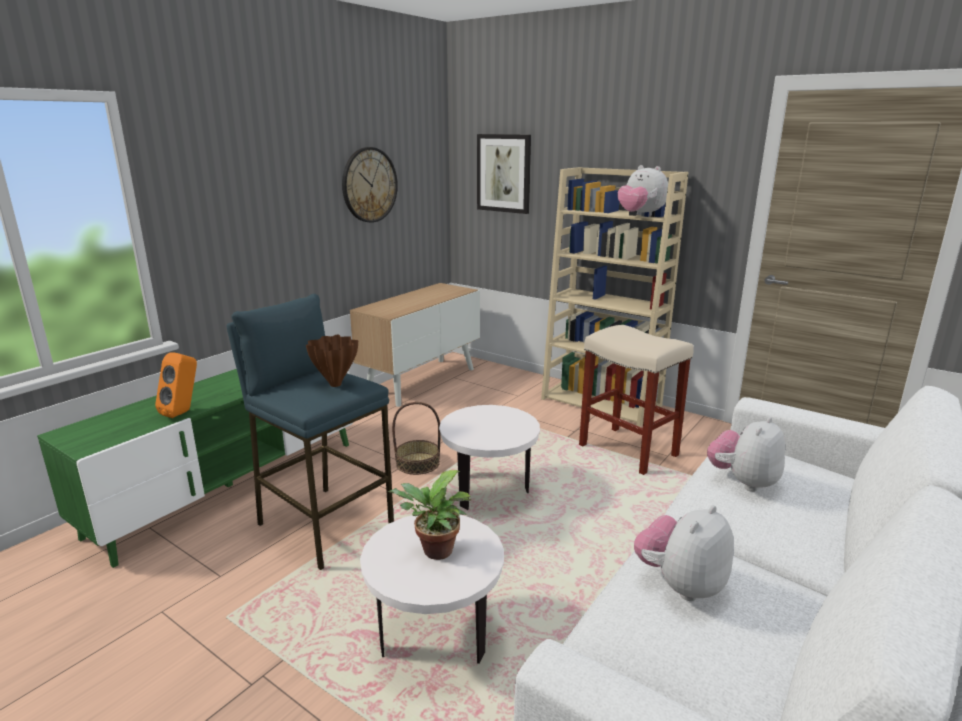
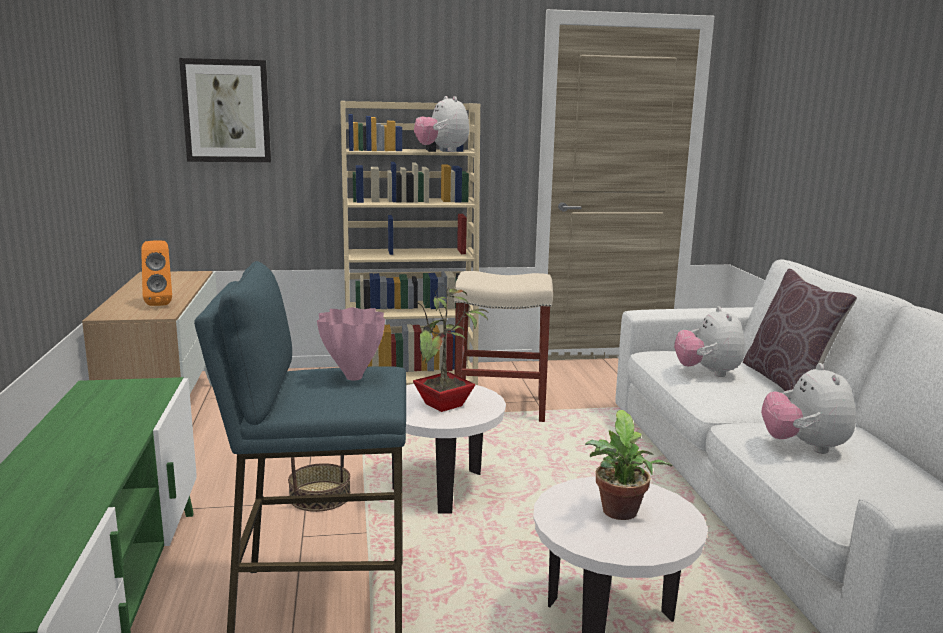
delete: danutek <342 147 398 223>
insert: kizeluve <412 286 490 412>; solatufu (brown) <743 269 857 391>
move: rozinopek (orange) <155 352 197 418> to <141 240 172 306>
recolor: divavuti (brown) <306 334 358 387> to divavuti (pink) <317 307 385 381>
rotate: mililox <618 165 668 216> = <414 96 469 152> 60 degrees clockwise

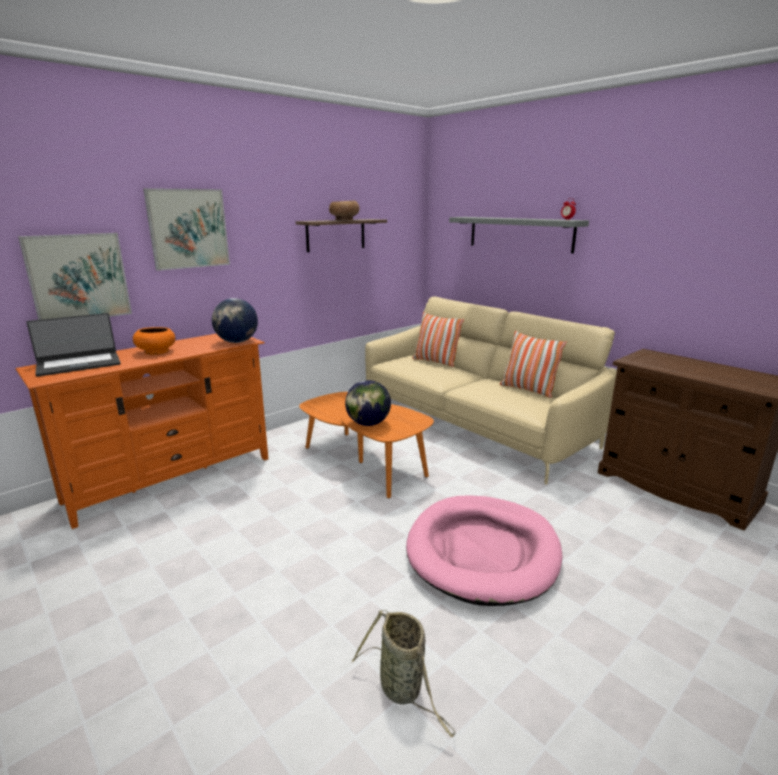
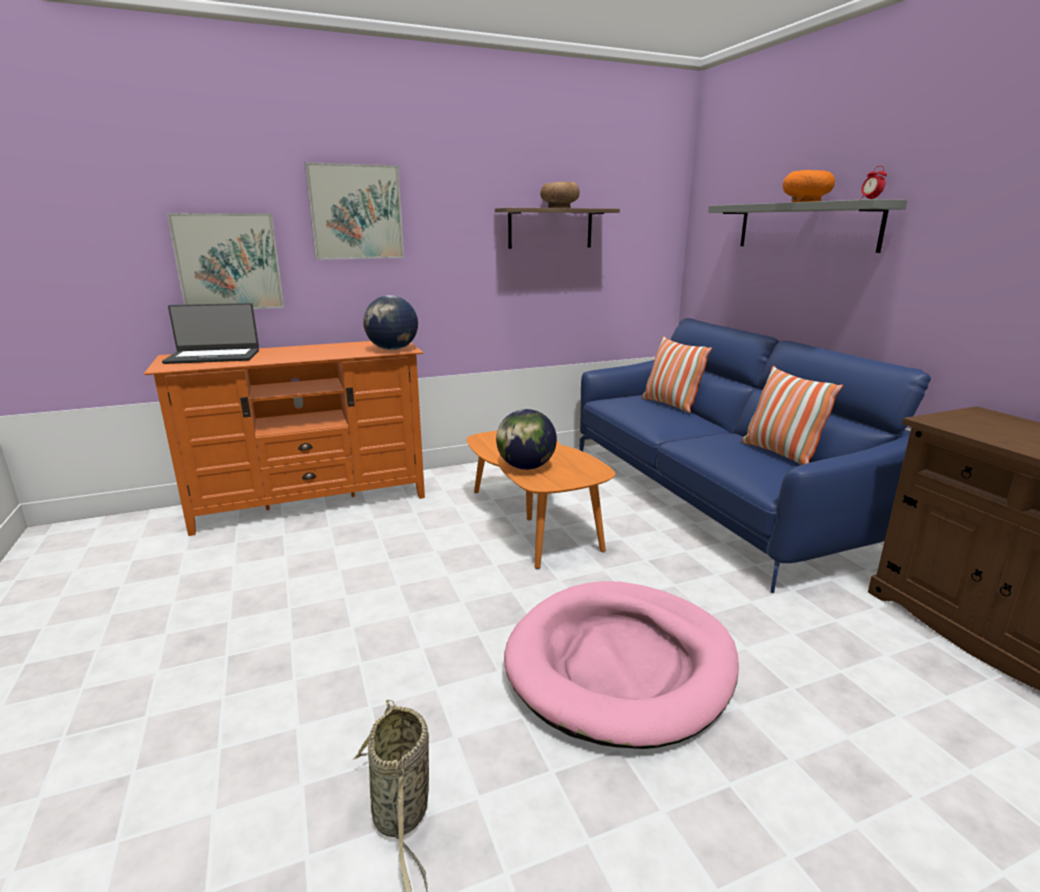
move: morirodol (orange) <133 327 175 355> to <783 170 835 202>
recolor: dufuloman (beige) <365 296 617 484> to dufuloman (blue) <580 318 931 593>

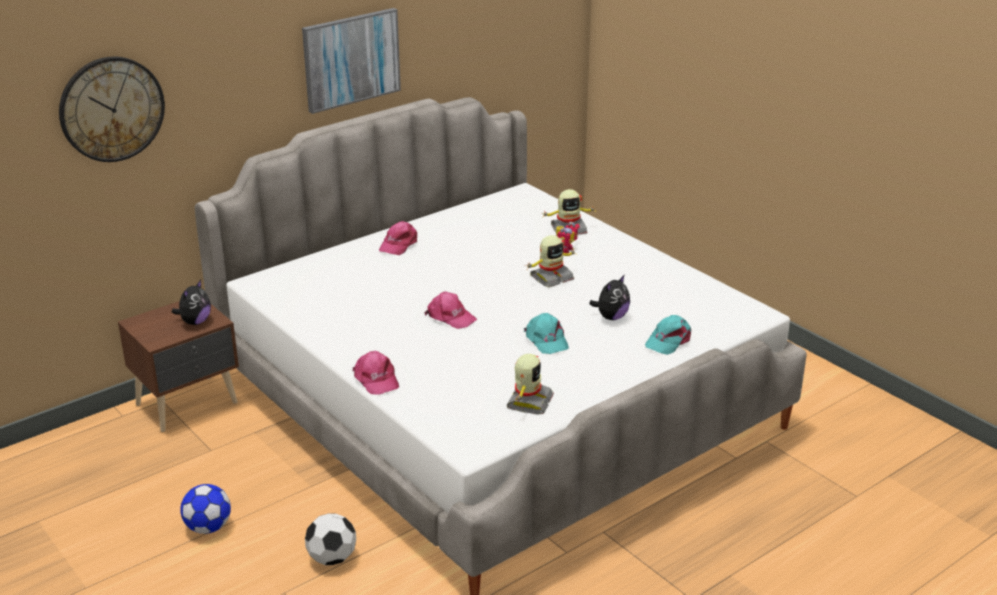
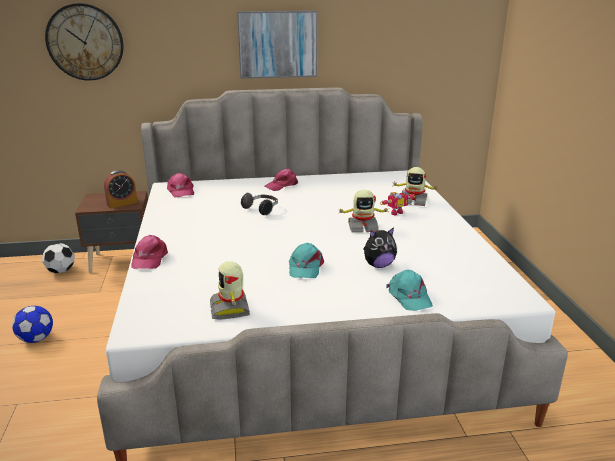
insert: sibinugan <241 193 278 216>
move: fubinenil <305 513 356 565> to <42 243 75 273>; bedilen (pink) <424 292 477 329> to <167 173 194 197>
replace: mililox <172 280 211 325> to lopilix <104 170 138 208>
rotate: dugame <507 354 554 414> = <210 261 250 320> 120 degrees clockwise; bedilen (turquoise) <645 315 691 355> = <386 270 433 311> 90 degrees counterclockwise

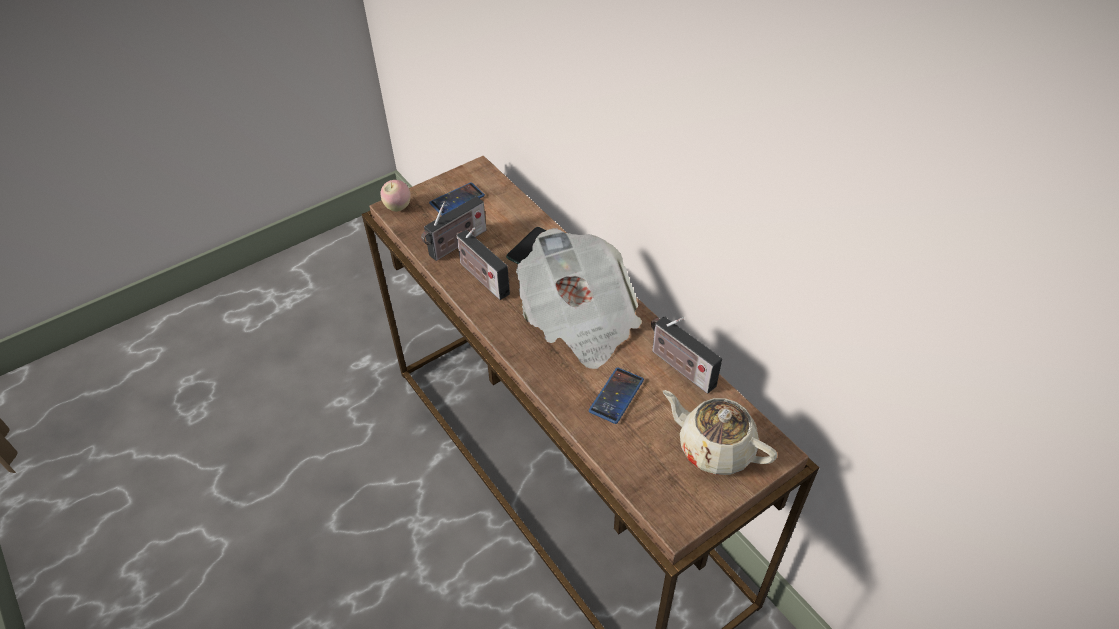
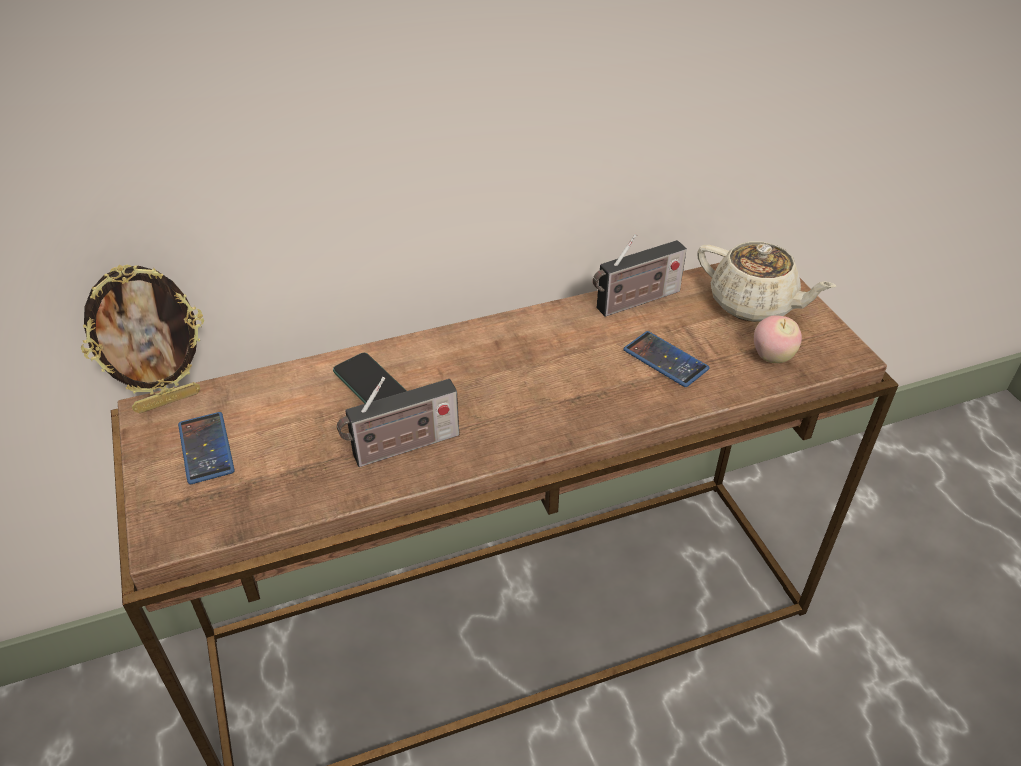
delete: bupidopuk <421 196 487 261>; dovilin <516 228 642 369>
insert: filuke <81 265 204 413>
move: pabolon <380 180 411 212> to <754 316 802 363>
rotate: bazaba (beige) <663 390 777 475> = <697 241 837 322> 105 degrees counterclockwise

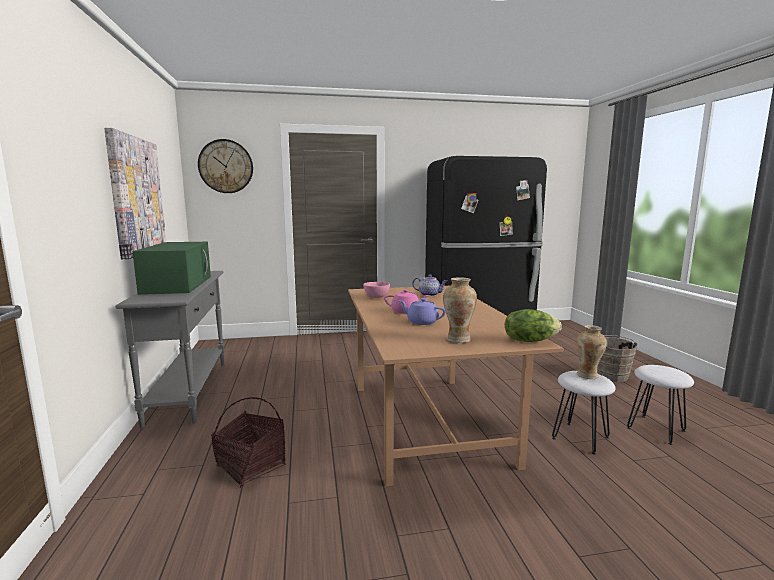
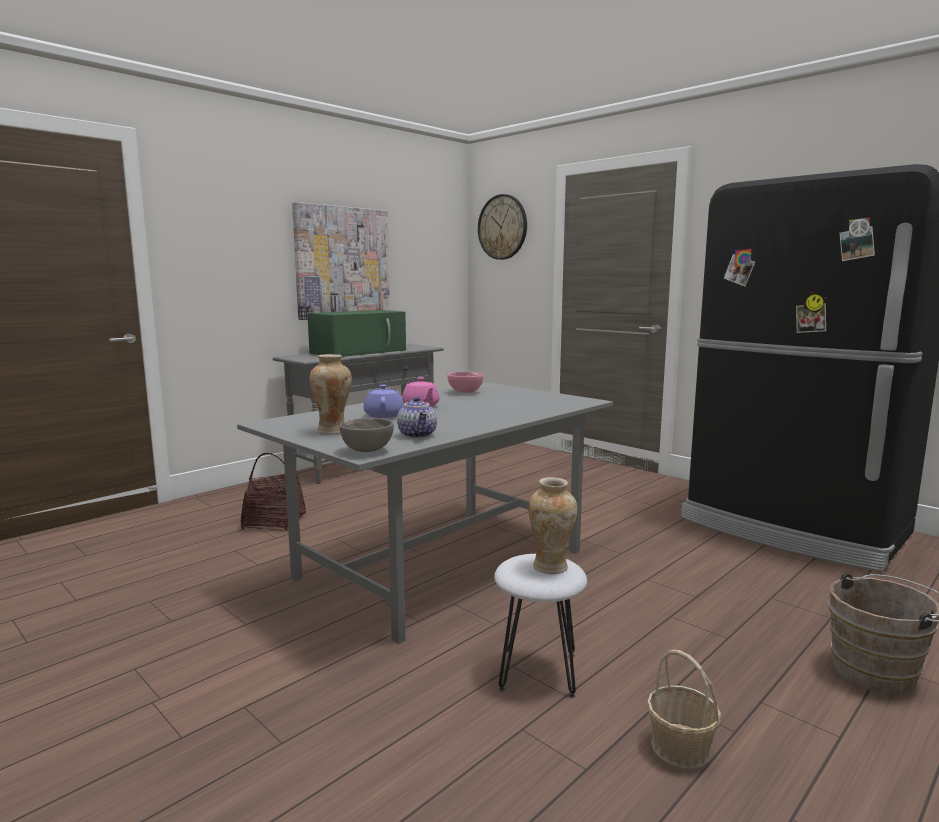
move: bazaba <412 274 447 296> to <397 397 437 438>
replace: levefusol <505 309 562 342> to morirodol (grey) <339 418 394 452>; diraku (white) <627 365 694 445> to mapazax <647 650 721 769>
recolor: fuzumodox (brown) <348 286 564 486> to fuzumodox (grey) <237 382 613 644>

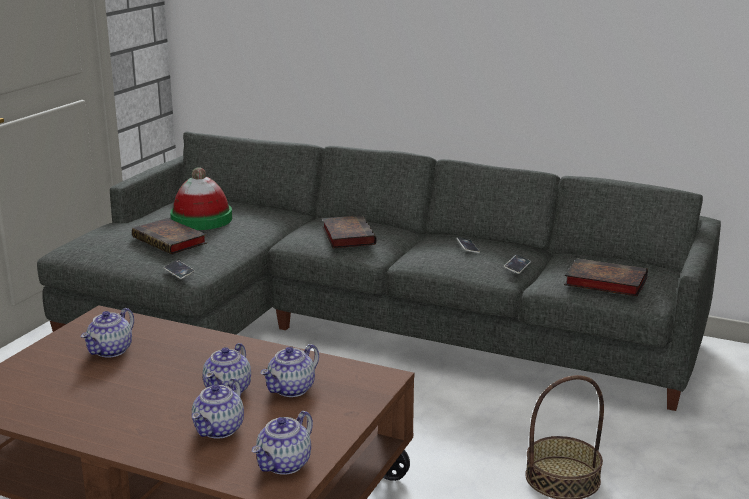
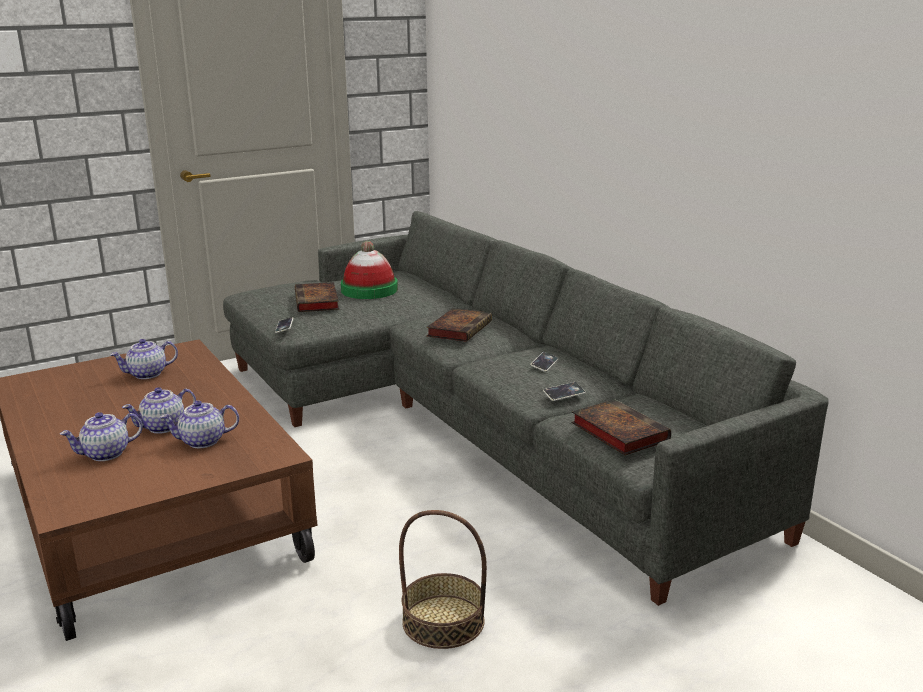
delete: bazaba <252 411 313 475>

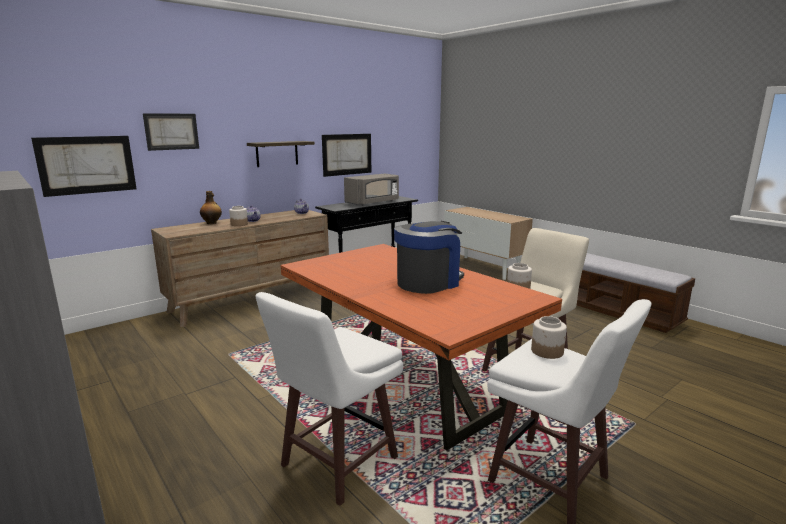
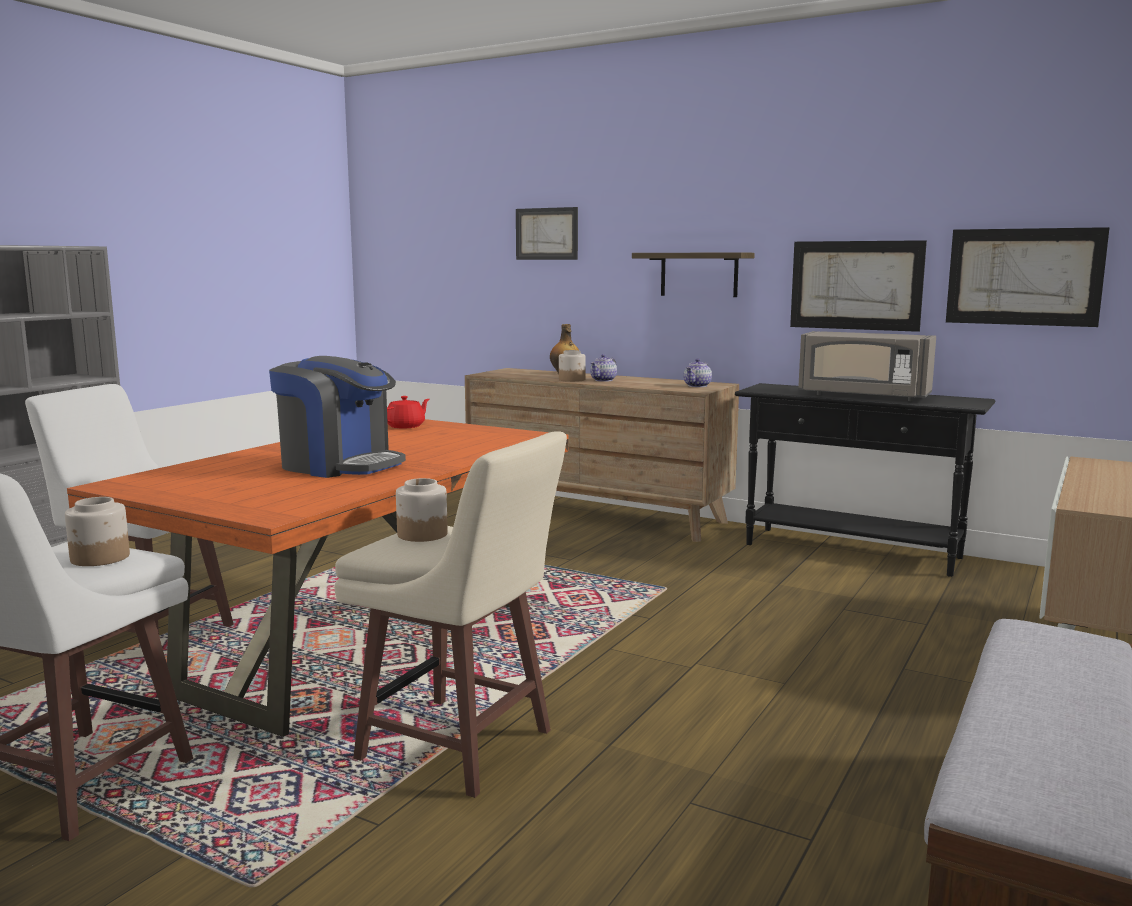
insert: bazaba (red) <387 396 429 428>
move: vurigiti <31 136 137 197> to <946 227 1110 327>

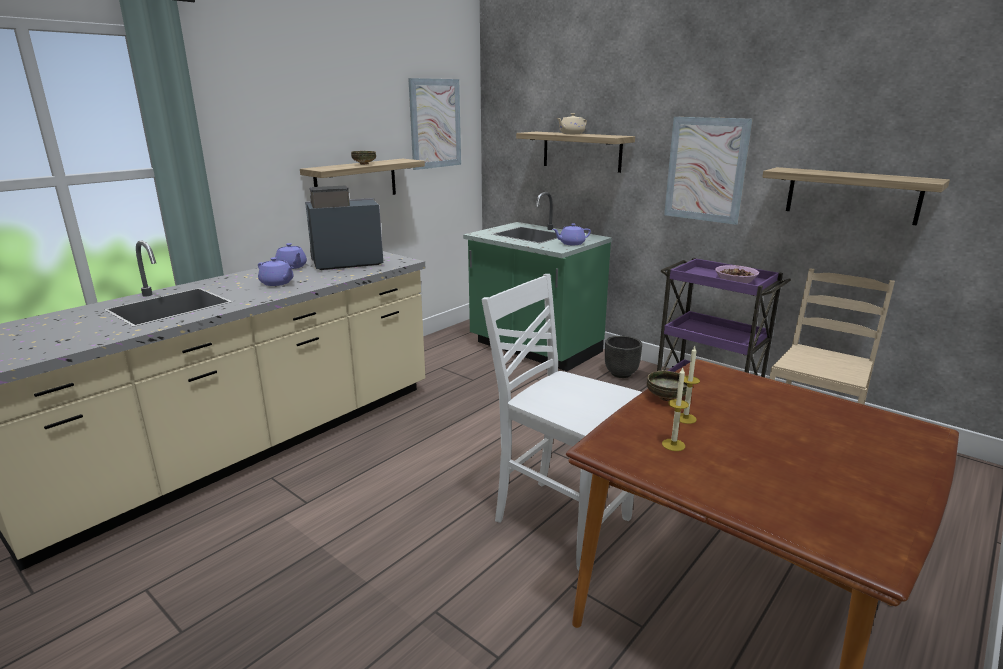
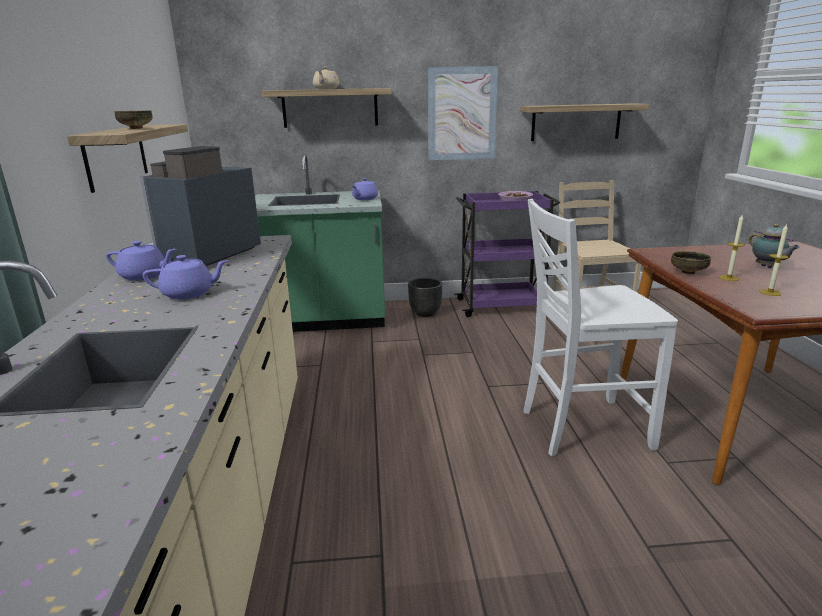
delete: vurigiti <408 78 461 170>
insert: bazaba <749 224 800 268>

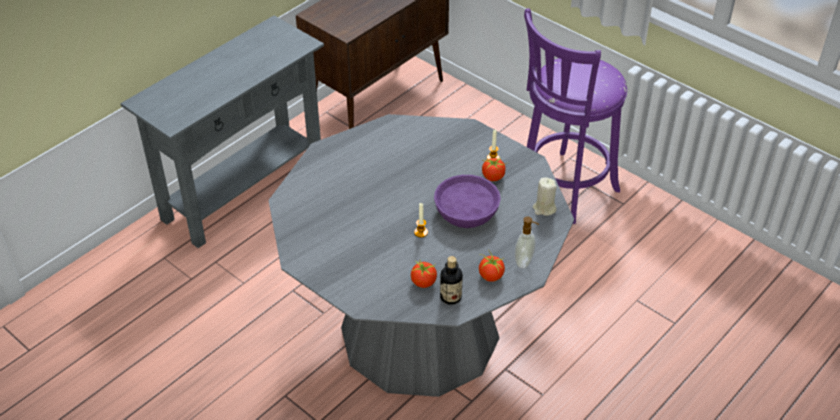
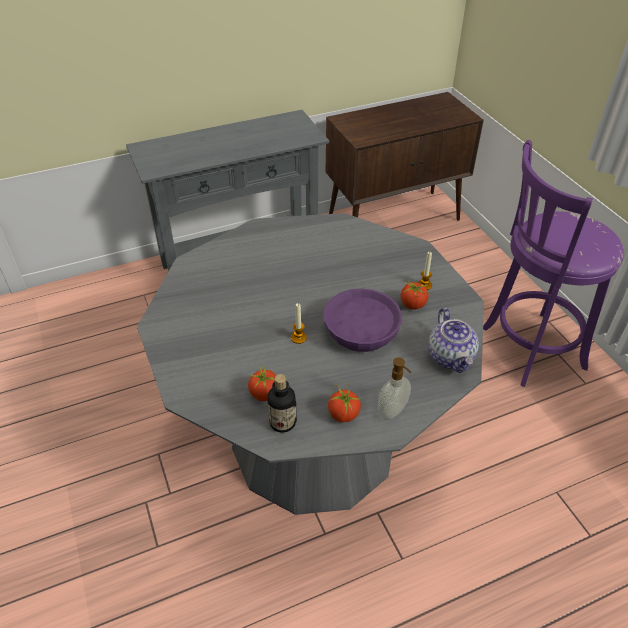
replace: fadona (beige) <533 177 557 216> to bazaba <428 308 479 373>

